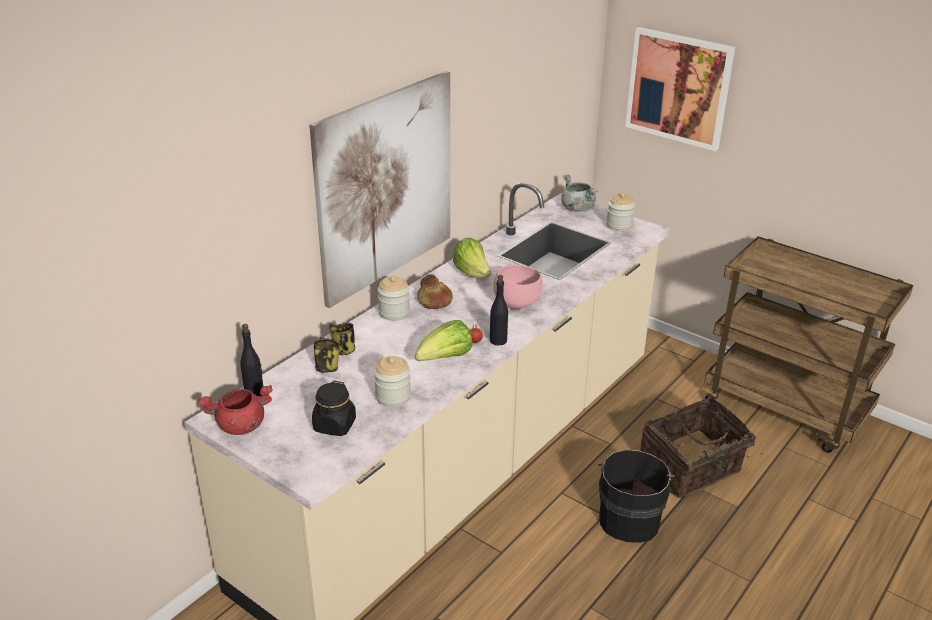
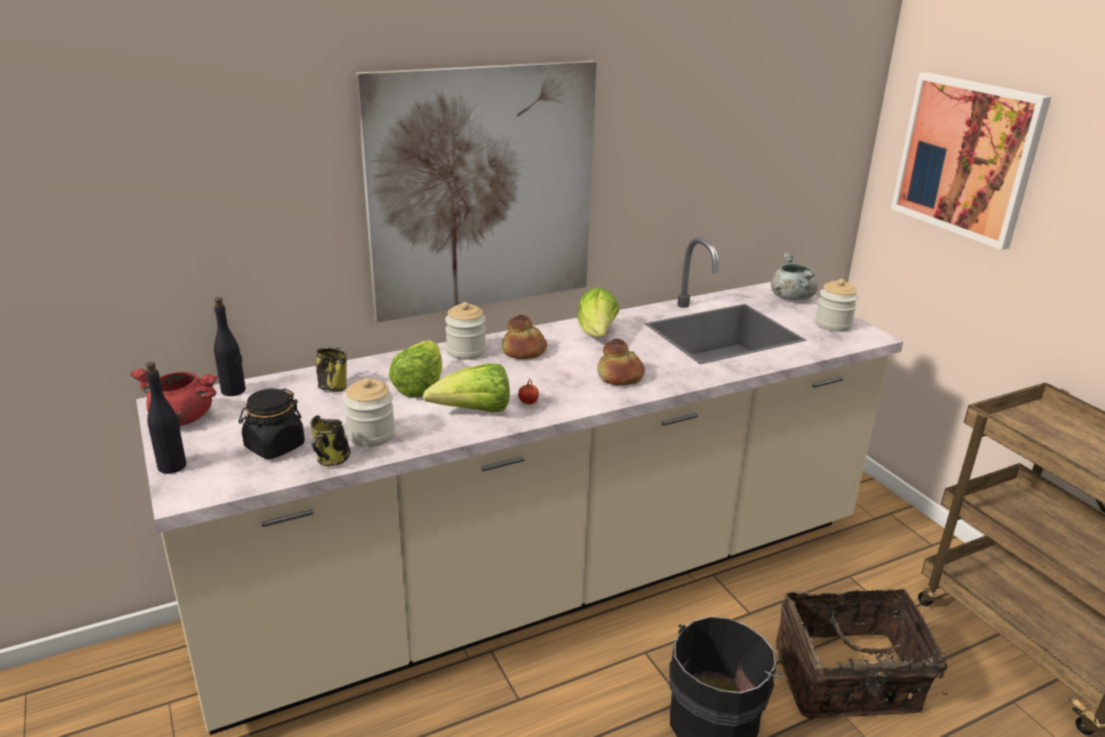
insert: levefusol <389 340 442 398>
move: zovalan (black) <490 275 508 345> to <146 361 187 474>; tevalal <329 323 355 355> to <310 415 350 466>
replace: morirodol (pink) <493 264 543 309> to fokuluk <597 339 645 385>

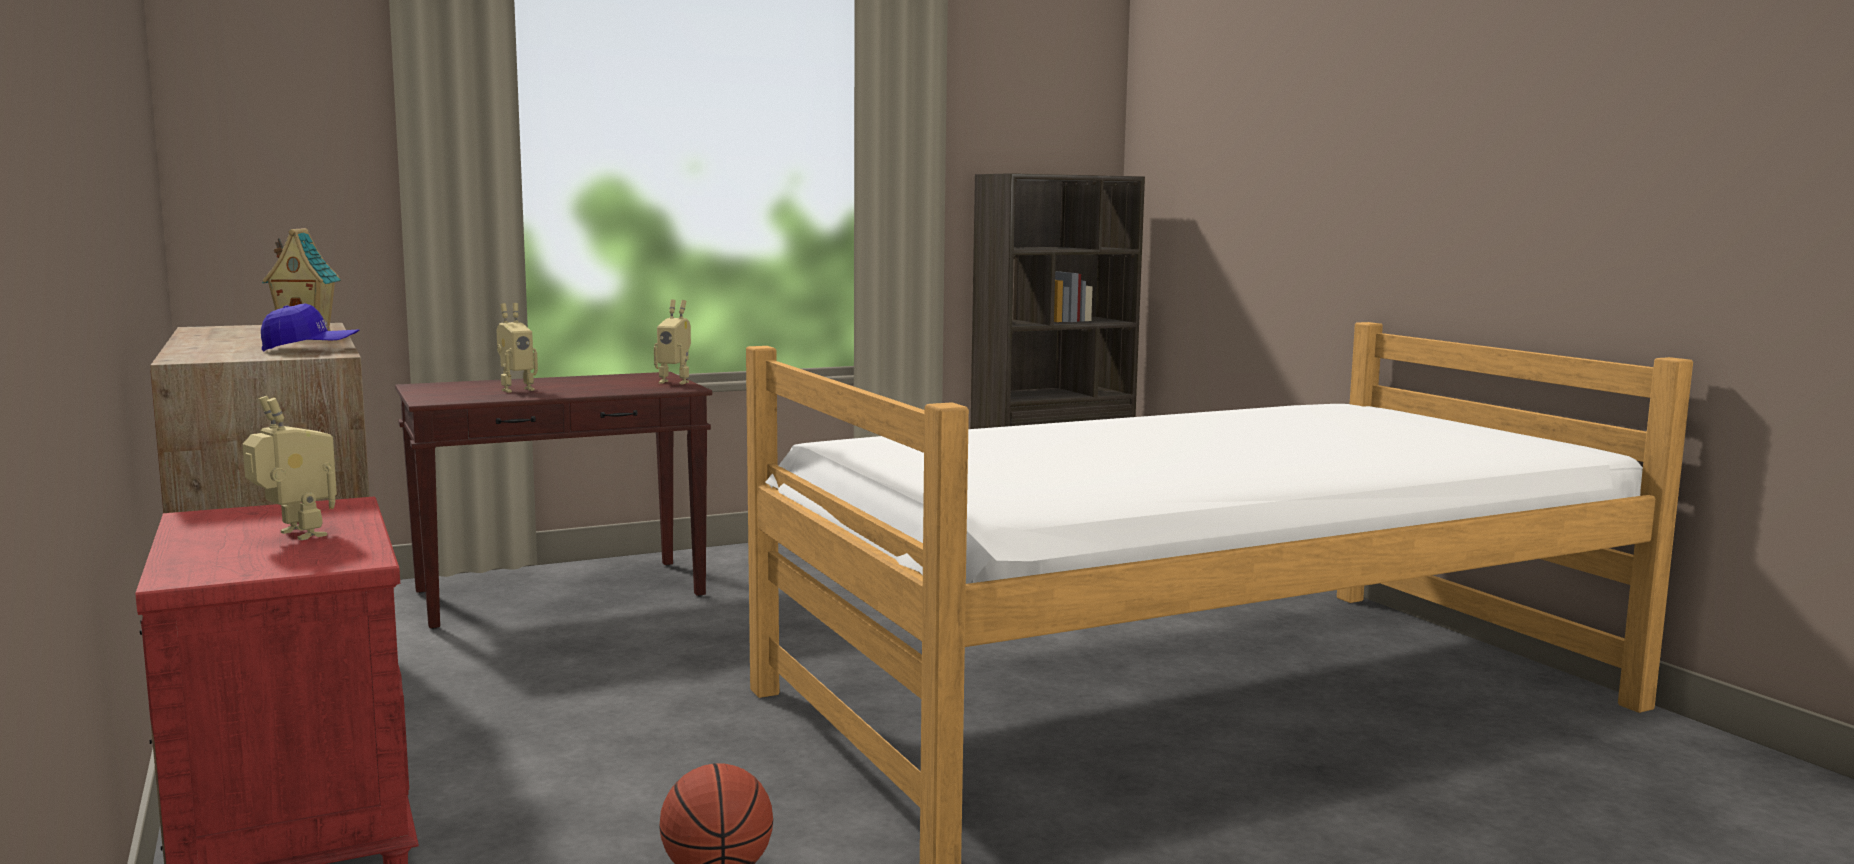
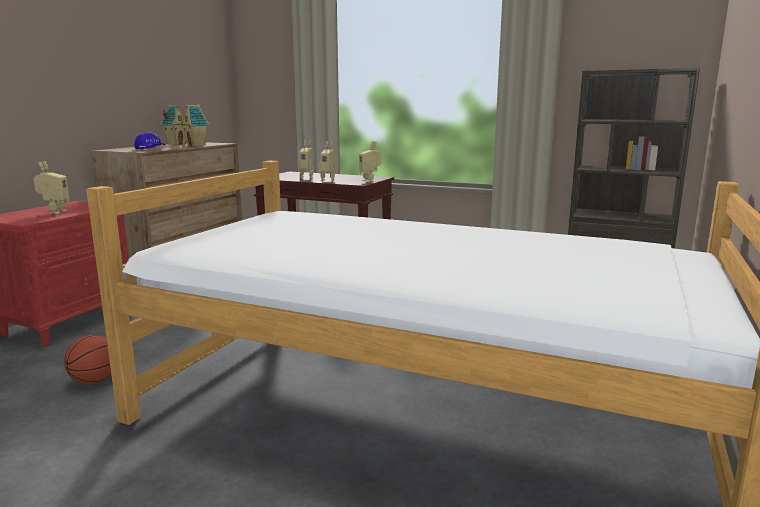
insert: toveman <160 105 186 145>; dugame <318 141 335 181>

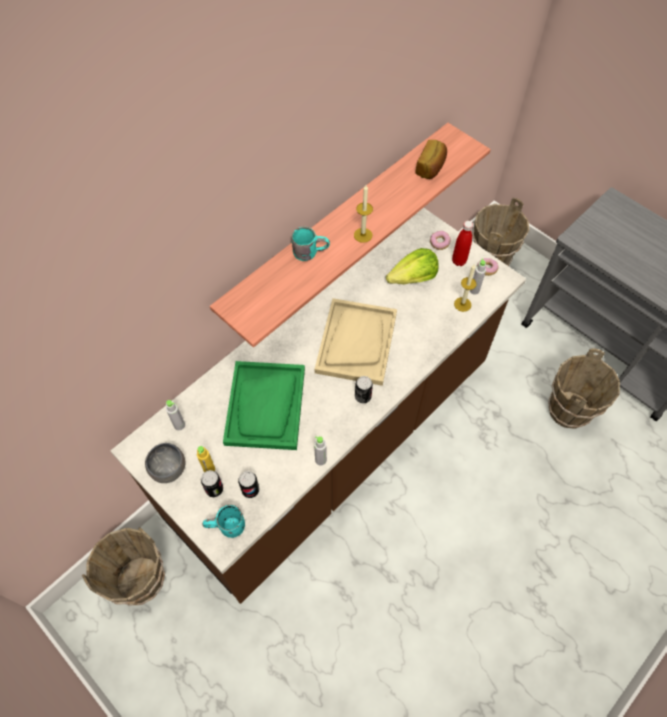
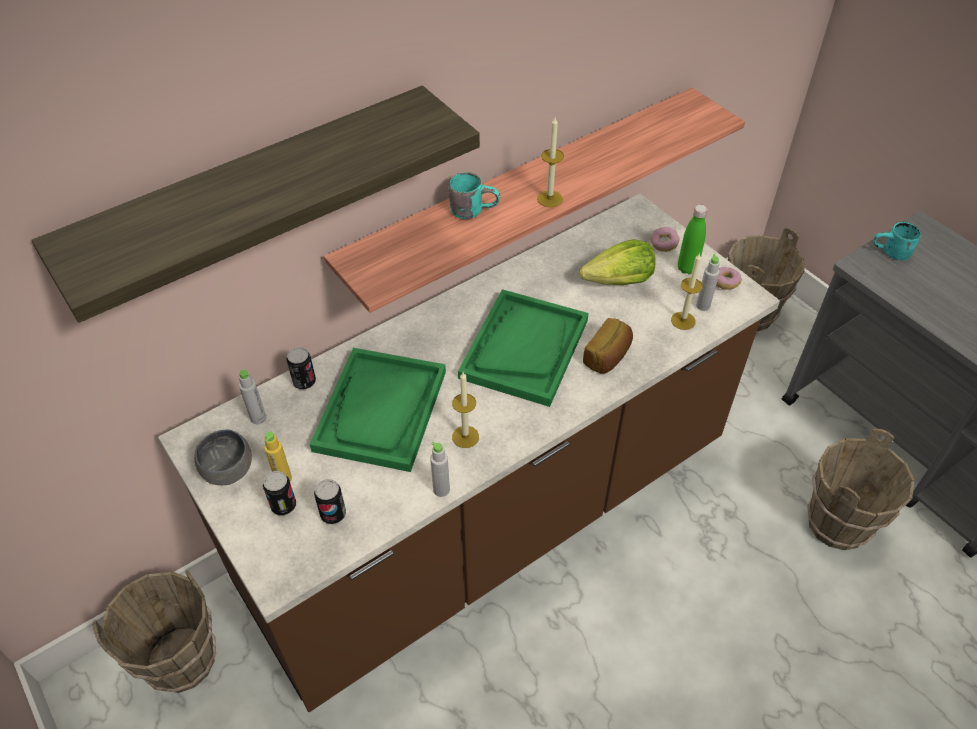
insert: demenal <31 86 480 323>; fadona <452 372 479 448>
move: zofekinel <355 376 373 404> to <286 347 316 389>; fokuluk <415 140 447 179> to <583 318 633 373>; tevalal (turquoise) <203 504 245 538> to <873 221 921 260>
recolor: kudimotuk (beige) <315 298 397 386> to kudimotuk (green) <458 289 589 407>; zovalan (red) <452 221 473 266> to zovalan (green) <678 204 707 274>

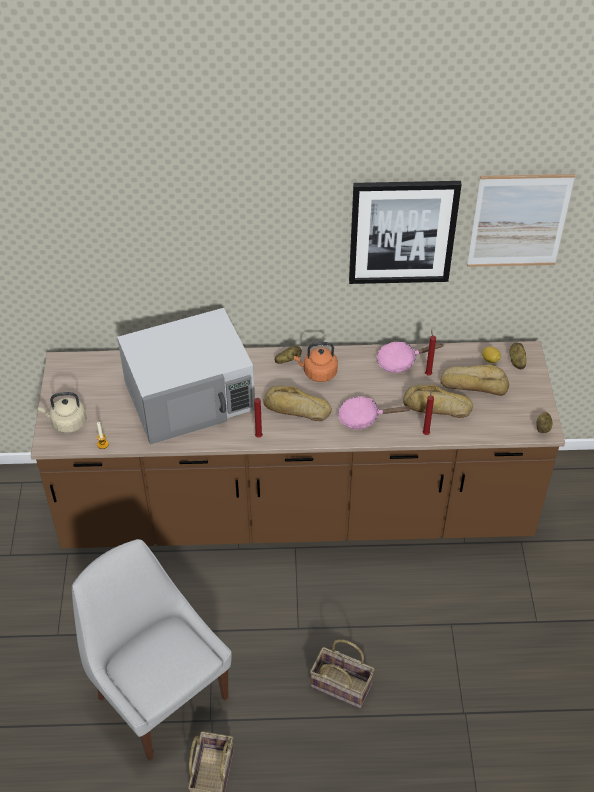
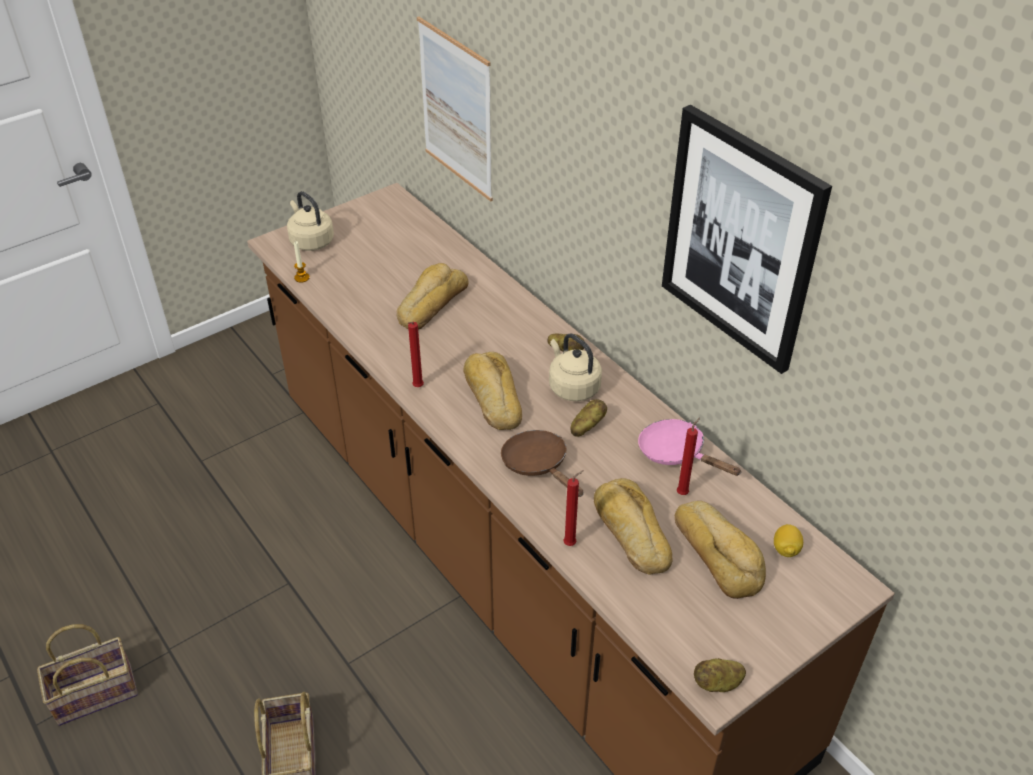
delete: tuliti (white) <72 539 232 761>
move: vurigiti <467 174 576 267> to <417 17 493 202>; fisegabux <510 343 526 369> to <570 399 607 437>
replace: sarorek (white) <117 308 255 445> to fokuluk <396 263 468 330>
recolor: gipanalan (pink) <338 396 411 429> to gipanalan (brown) <501 430 584 497>; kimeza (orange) <294 342 338 382> to kimeza (beige) <549 333 602 401>

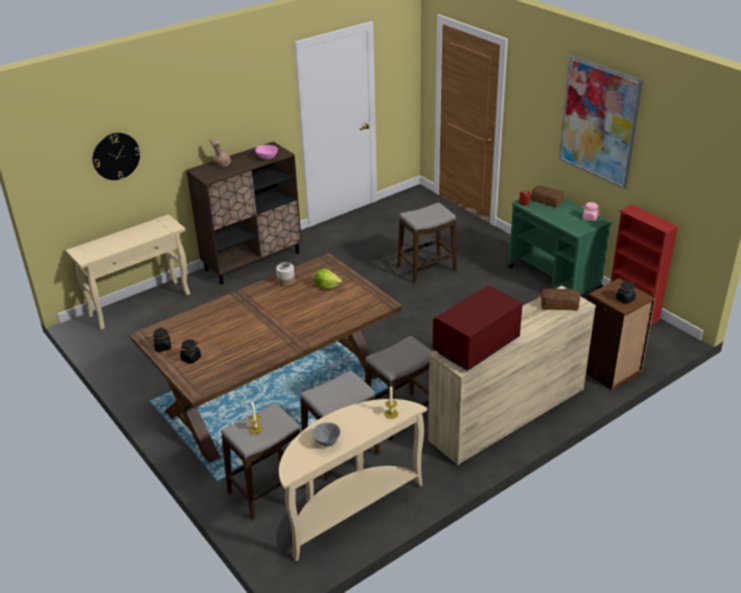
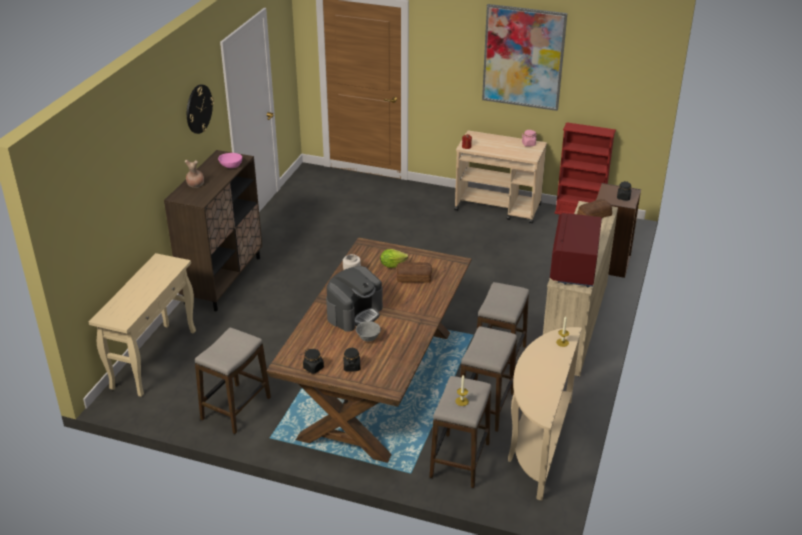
insert: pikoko <326 266 383 332>
move: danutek <93 133 140 180> to <187 85 214 134>; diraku <397 203 457 283> to <195 328 271 434>; morirodol (grey) <312 422 341 447> to <356 321 381 342>; fokuluk <531 186 564 208> to <396 262 432 283>
recolor: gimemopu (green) <508 198 612 295> to gimemopu (beige) <454 131 547 224>

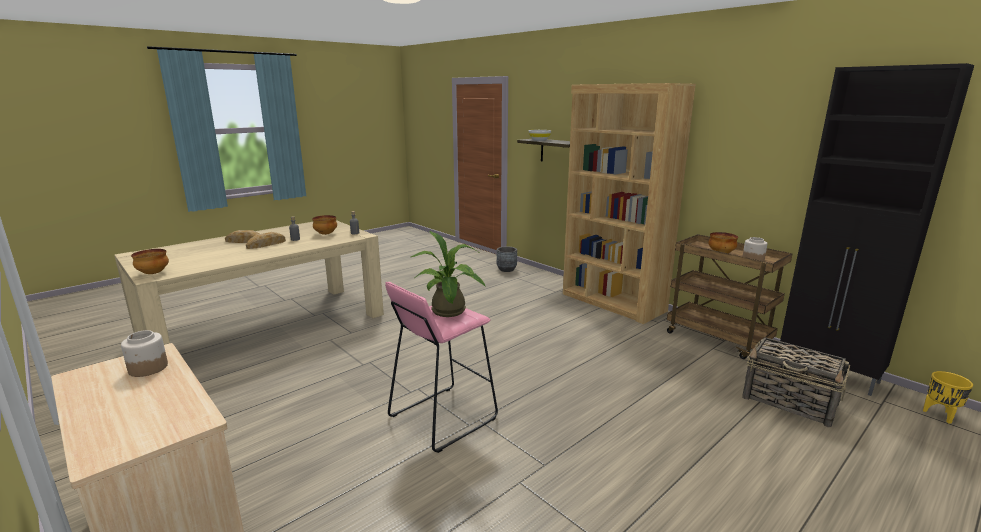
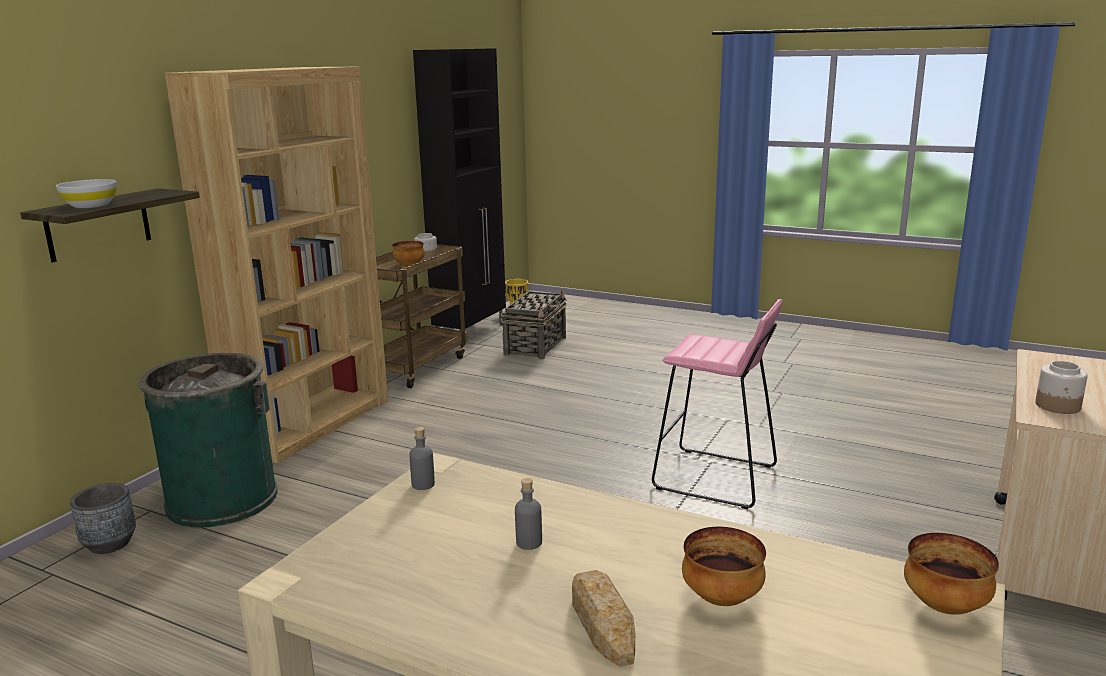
delete: fokuluk <246 232 286 249>; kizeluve <411 231 486 317>
insert: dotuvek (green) <138 353 278 528>
move: morirodol <312 215 337 235> to <682 527 766 606>

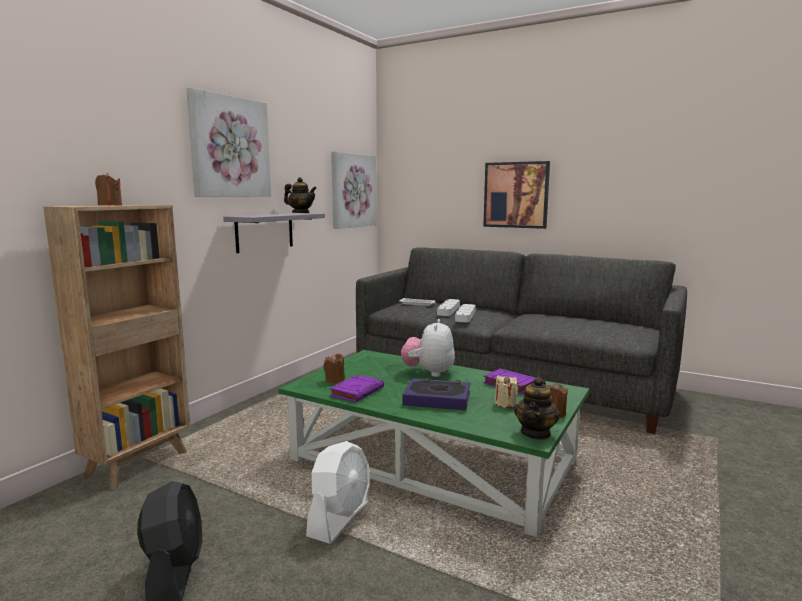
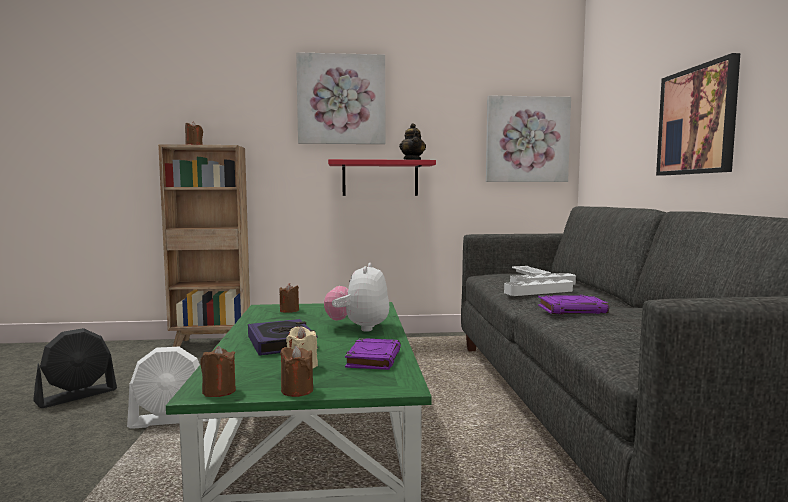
move: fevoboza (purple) <329 375 384 402> to <538 295 609 314>
replace: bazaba <514 377 560 440> to fadona (brown) <200 346 236 397>
recolor: demenal (grey) <223 213 325 253> to demenal (red) <328 159 436 196>
rotate: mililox <401 319 455 377> = <324 263 389 332> 60 degrees counterclockwise

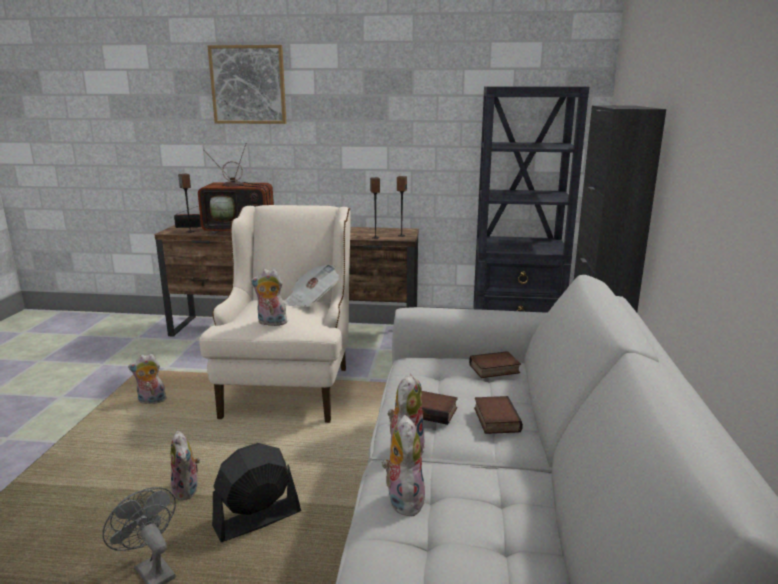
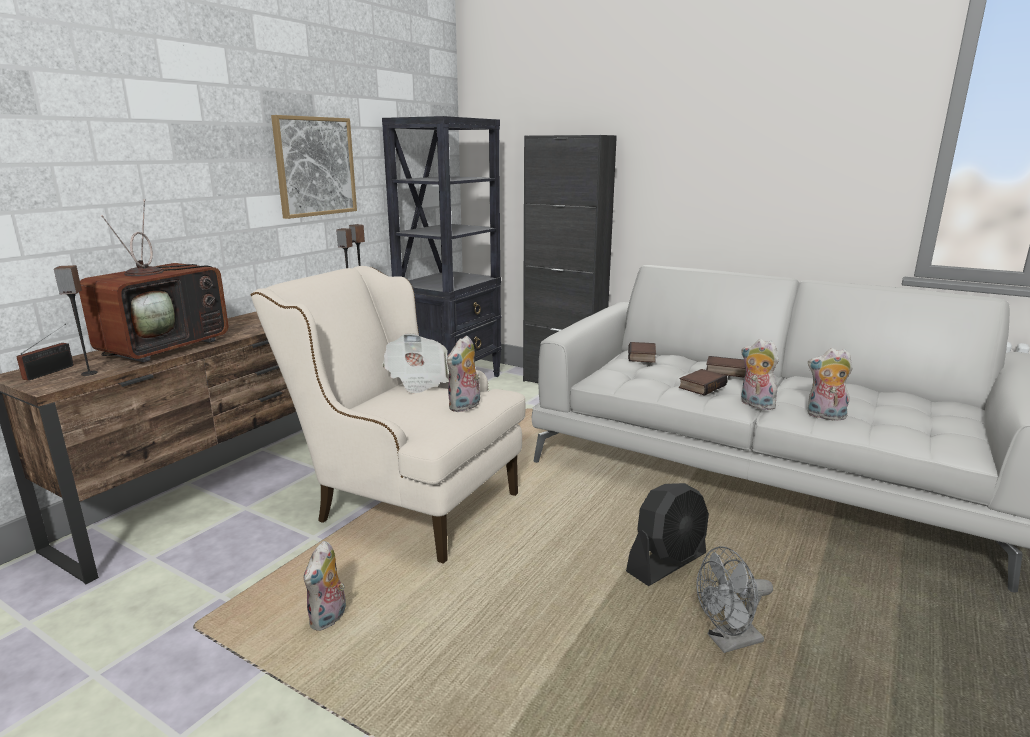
delete: mililox <171 431 200 500>
move: vurigiti <207 45 286 124> to <271 115 357 219>
rotate: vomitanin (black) <212 443 301 542> = <626 483 709 586> 120 degrees counterclockwise

